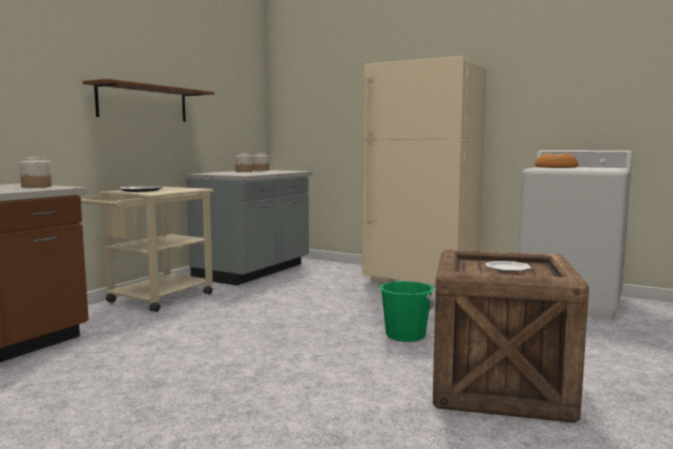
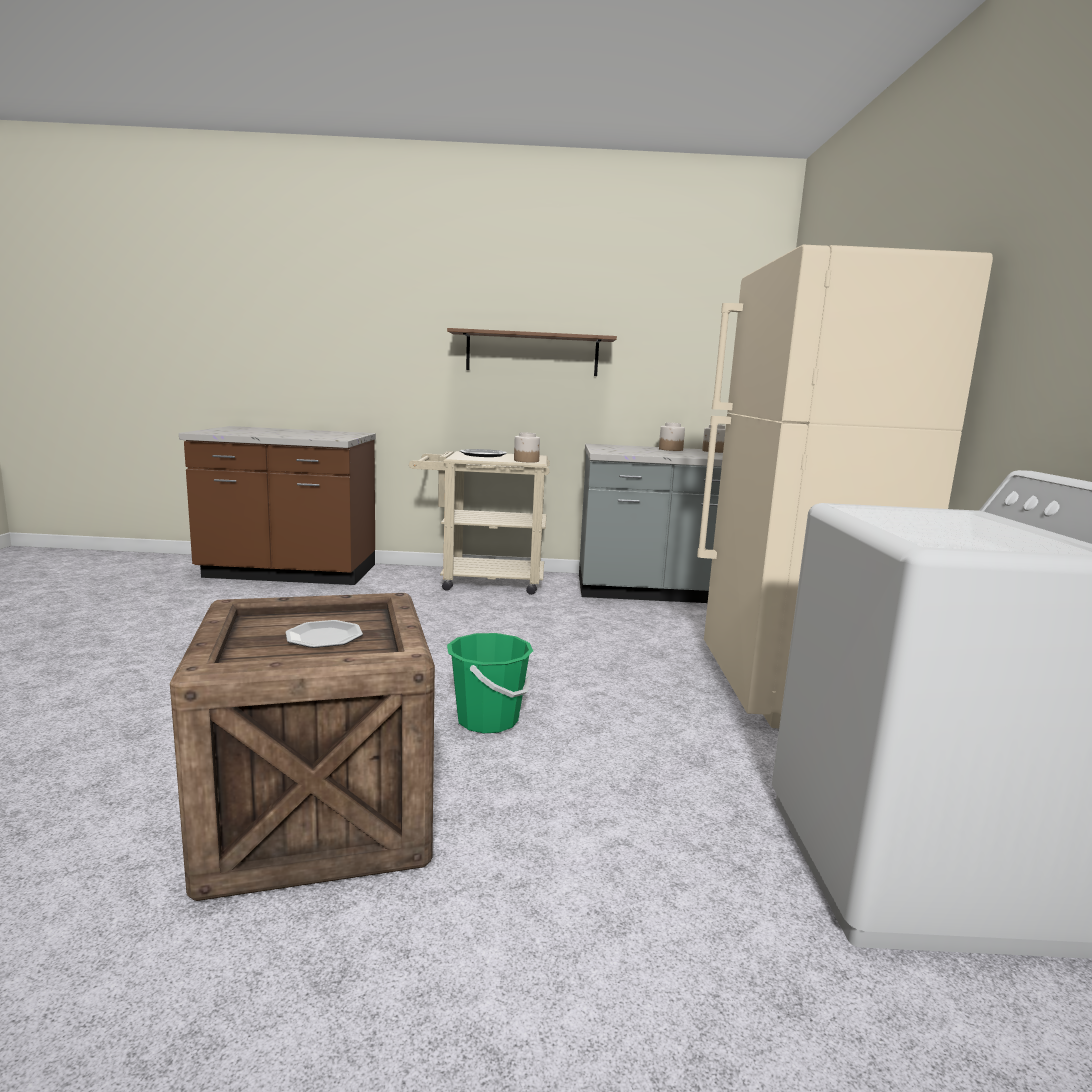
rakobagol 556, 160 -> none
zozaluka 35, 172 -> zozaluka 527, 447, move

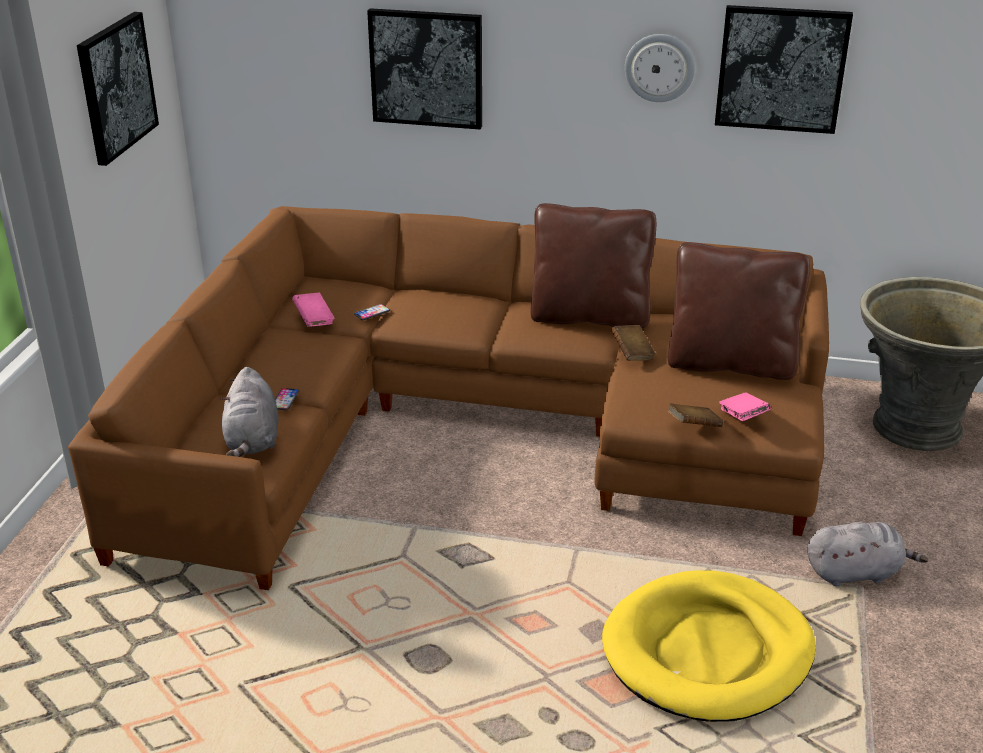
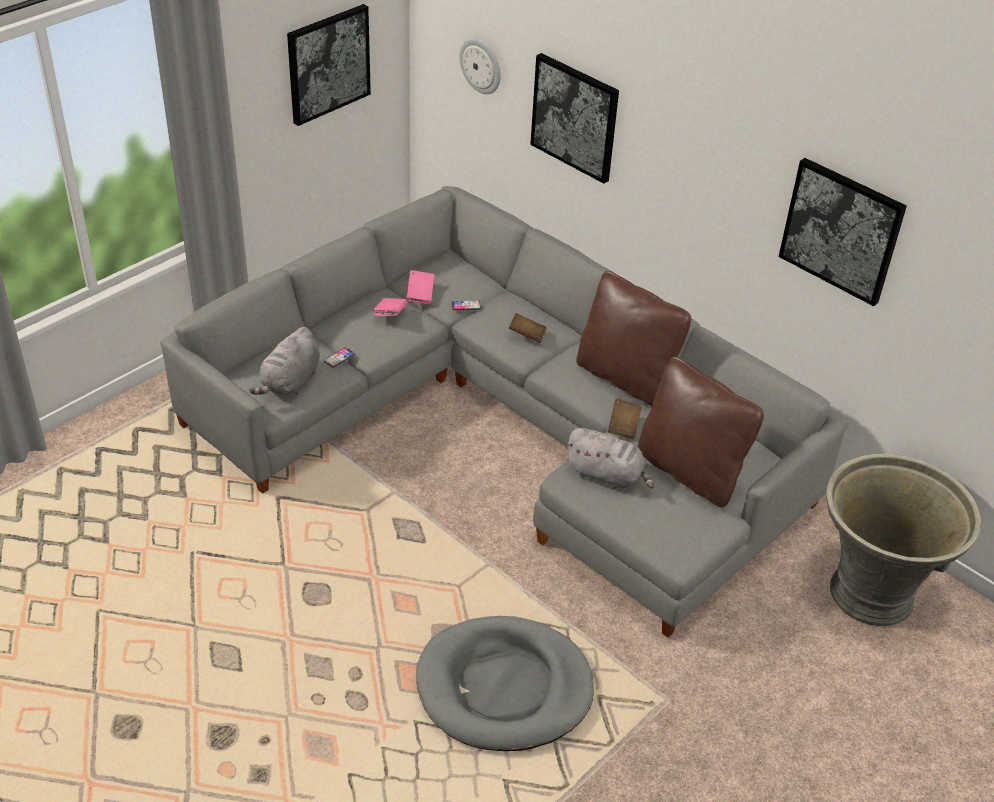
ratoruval 660, 68 -> ratoruval 480, 66, move
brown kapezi 448, 398 -> grey kapezi 504, 412
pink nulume 745, 406 -> pink nulume 390, 307, move
brown nulume 696, 415 -> brown nulume 528, 328, move
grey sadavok 867, 554 -> grey sadavok 610, 458, move
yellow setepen 709, 646 -> grey setepen 505, 683

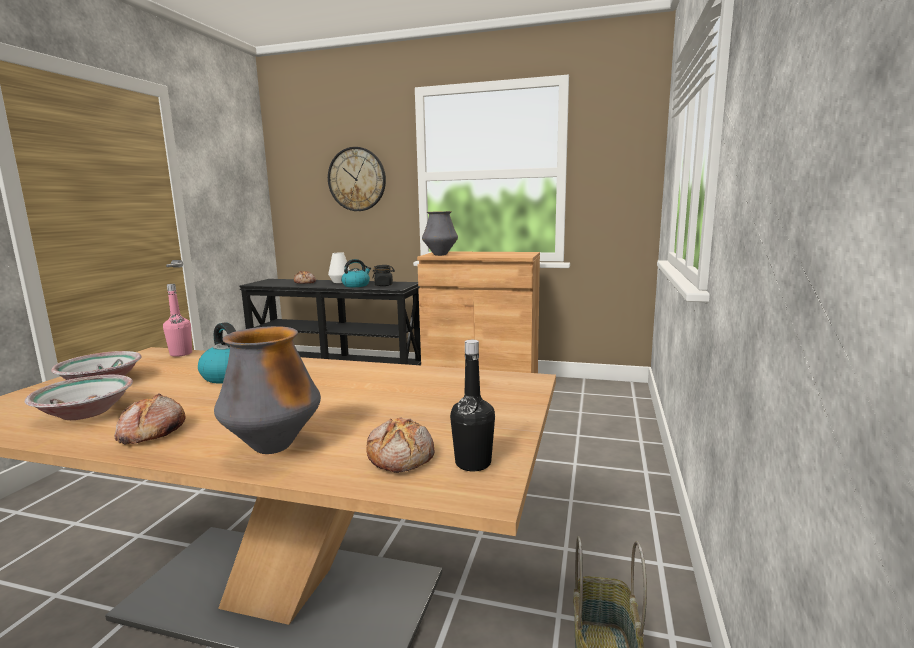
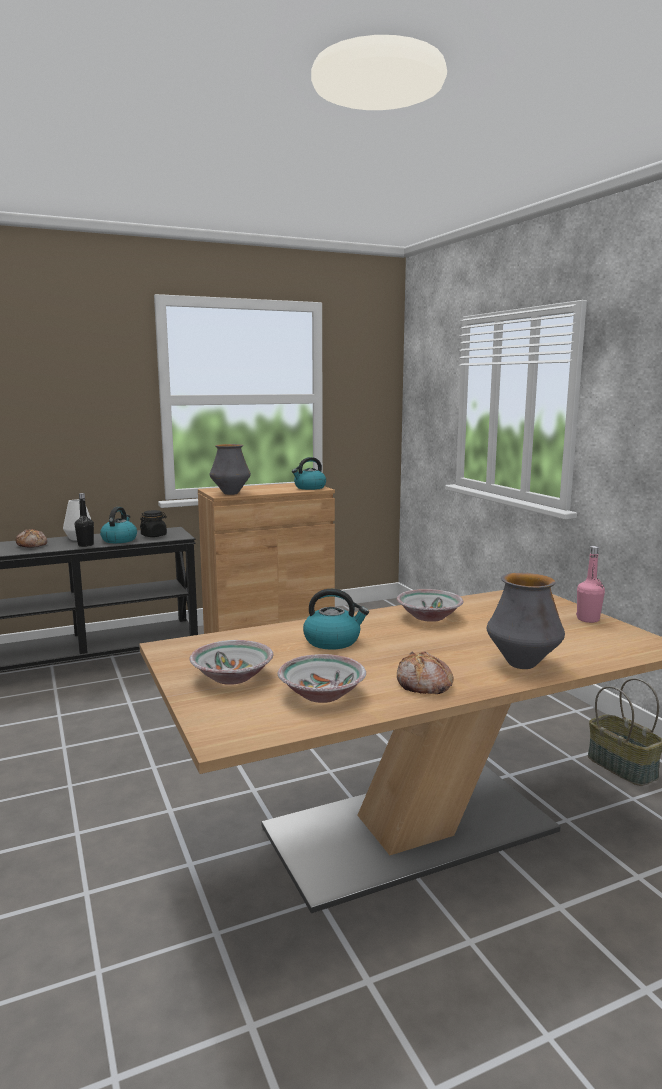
ratoruval 357, 179 -> none
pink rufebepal 177, 320 -> pink rufebepal 590, 584, move
black rufebepal 472, 405 -> black rufebepal 84, 520, move
rakobagol 400, 445 -> none
none -> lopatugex 309, 473
none -> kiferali 430, 605

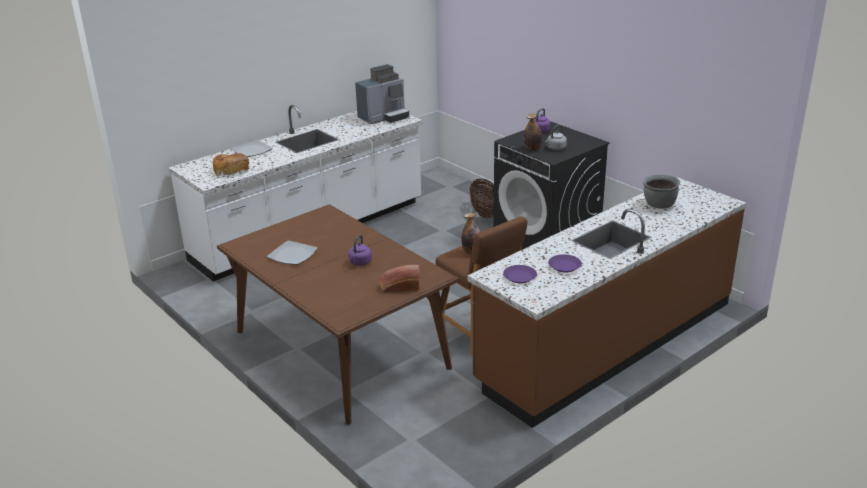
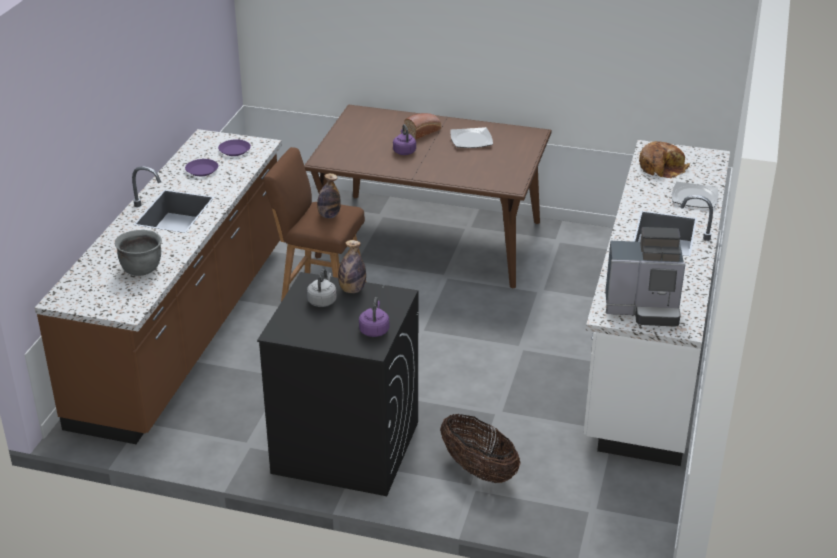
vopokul 382, 94 -> vopokul 645, 277, 105 degrees counterclockwise
rakobagol 400, 279 -> rakobagol 422, 126, move

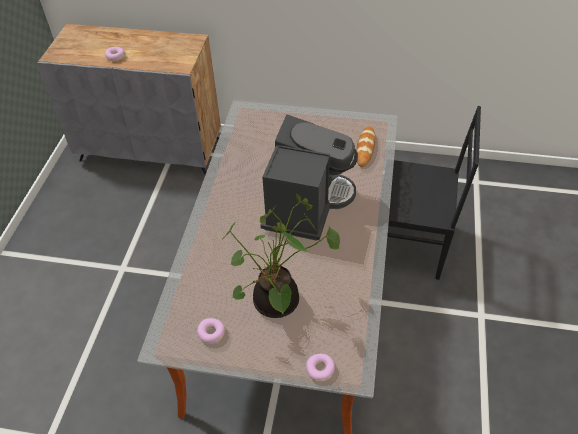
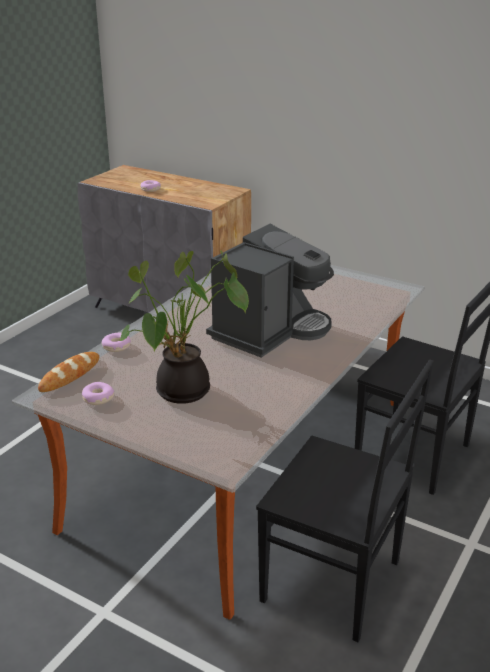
rakobagol 365, 146 -> rakobagol 68, 372, move
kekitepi 320, 367 -> kekitepi 116, 342, move
none -> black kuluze 345, 501

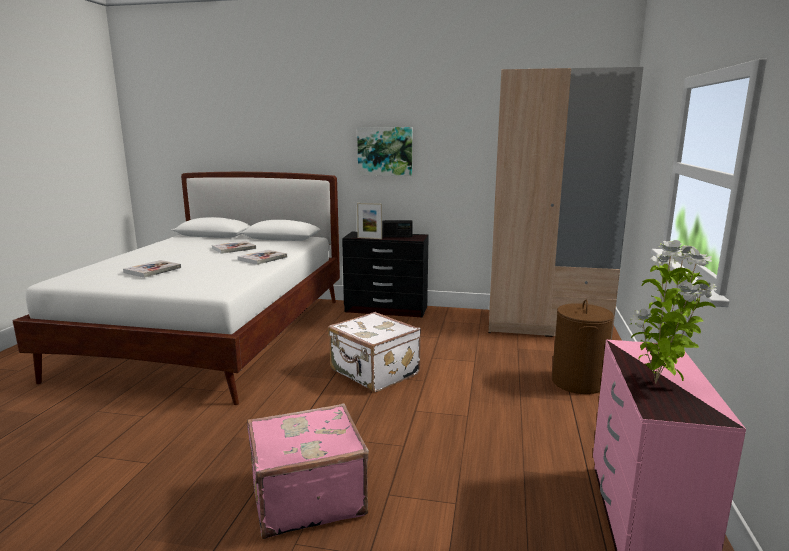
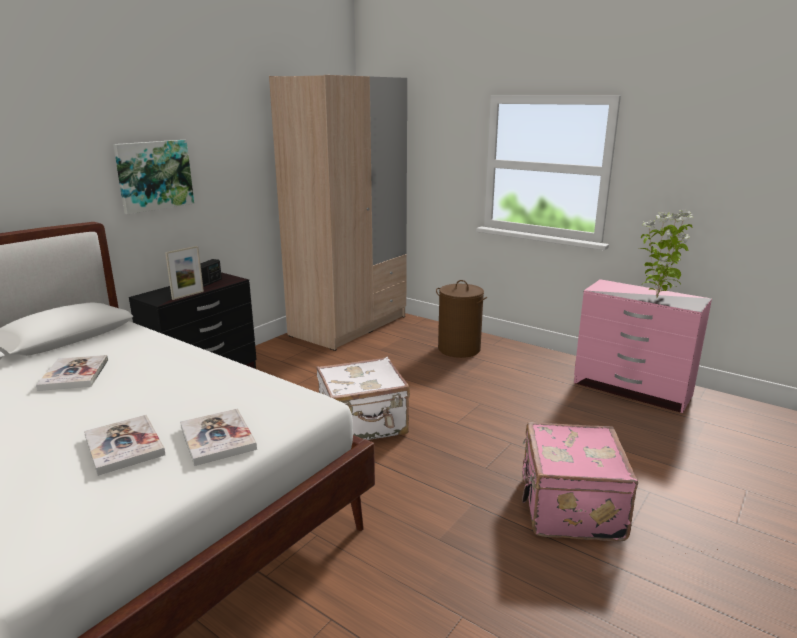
nulume 262, 257 -> nulume 218, 437, move

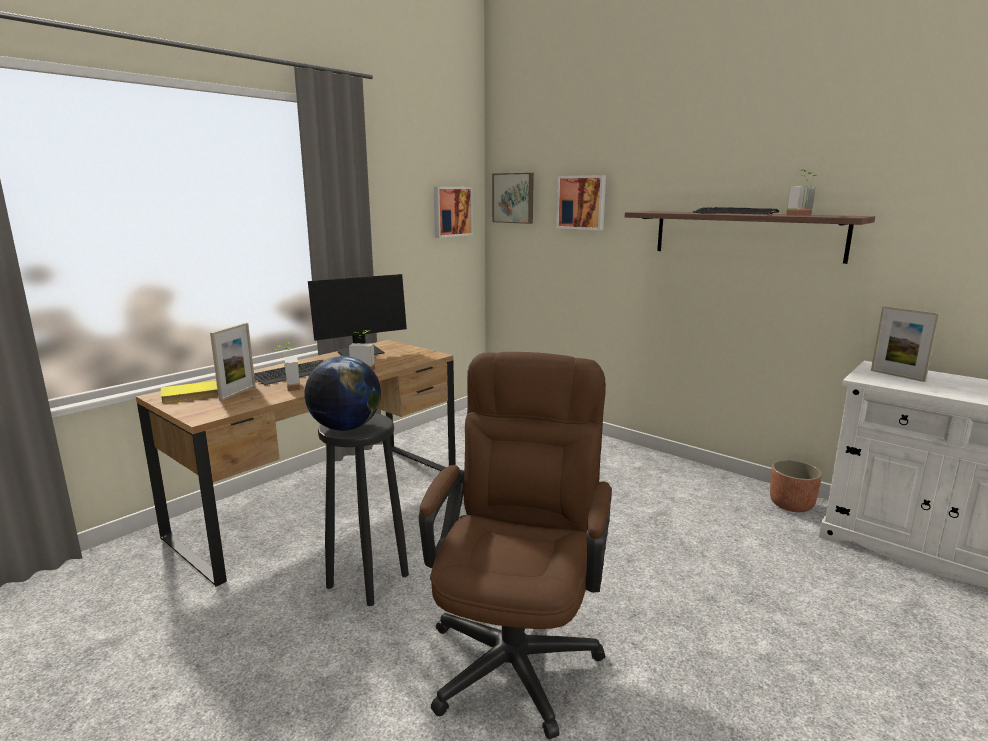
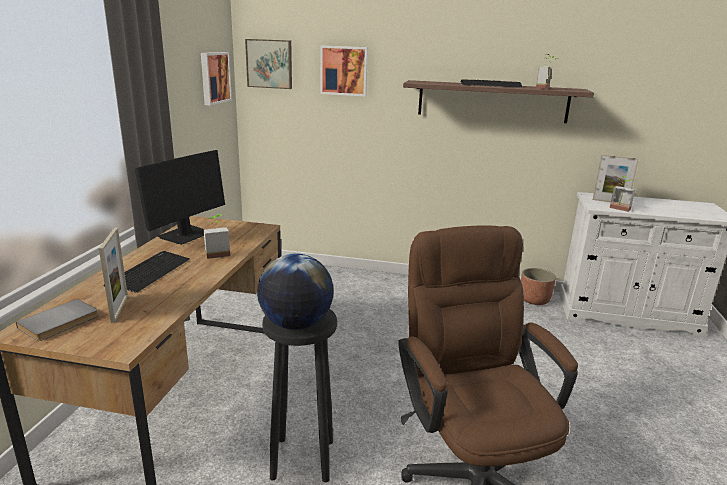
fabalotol 287, 366 -> fabalotol 622, 194, move
yellow nulume 189, 392 -> grey nulume 57, 320

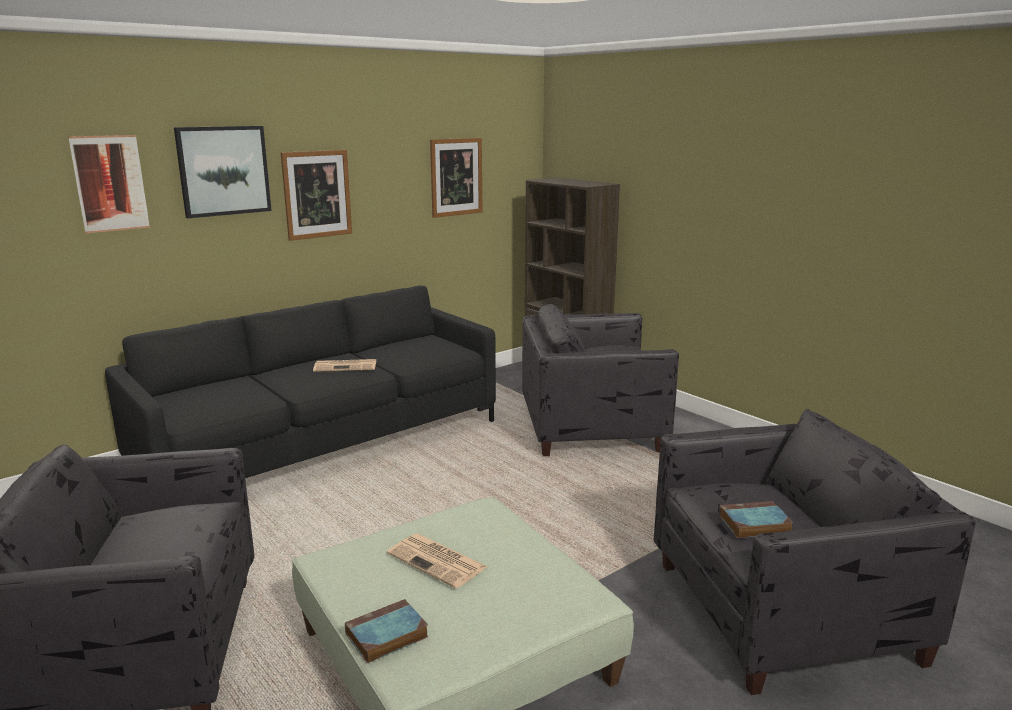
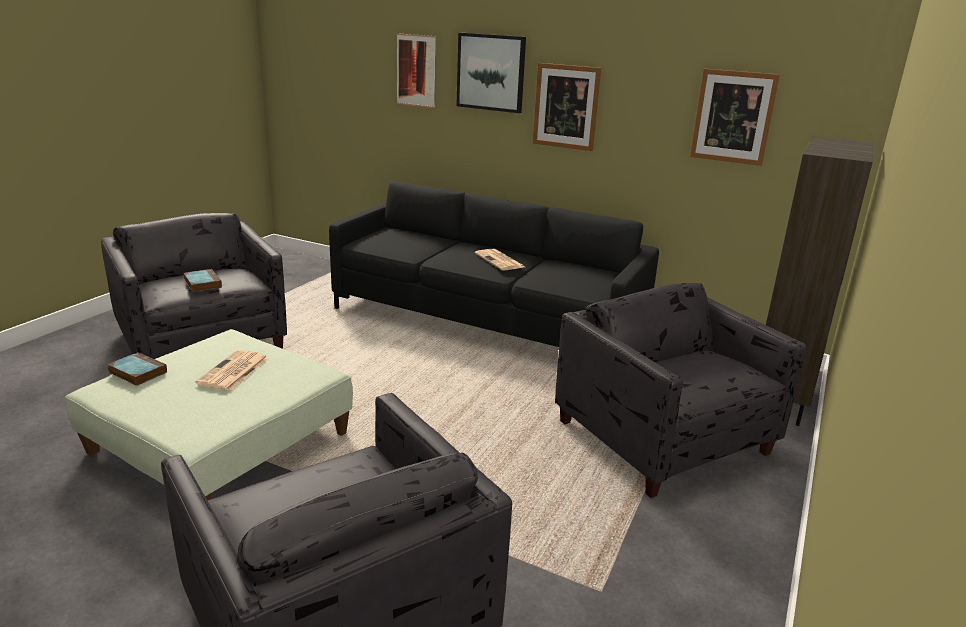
nulume 756, 519 -> nulume 203, 280, move

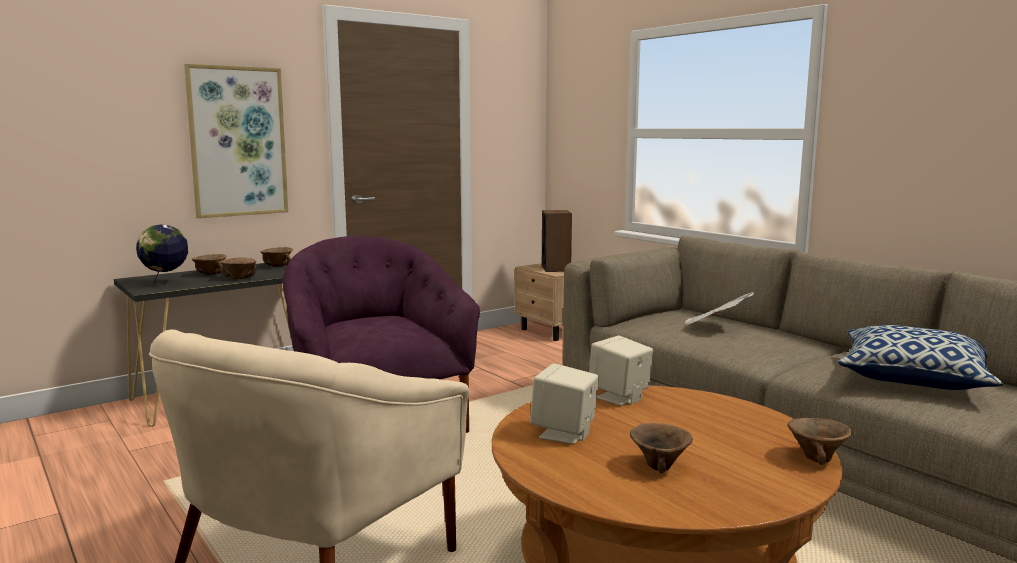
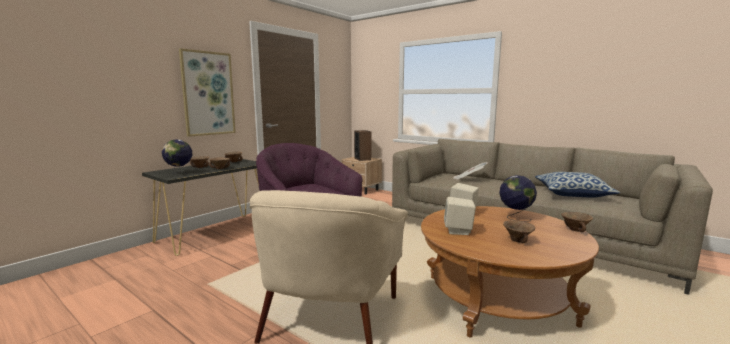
none -> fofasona 518, 198

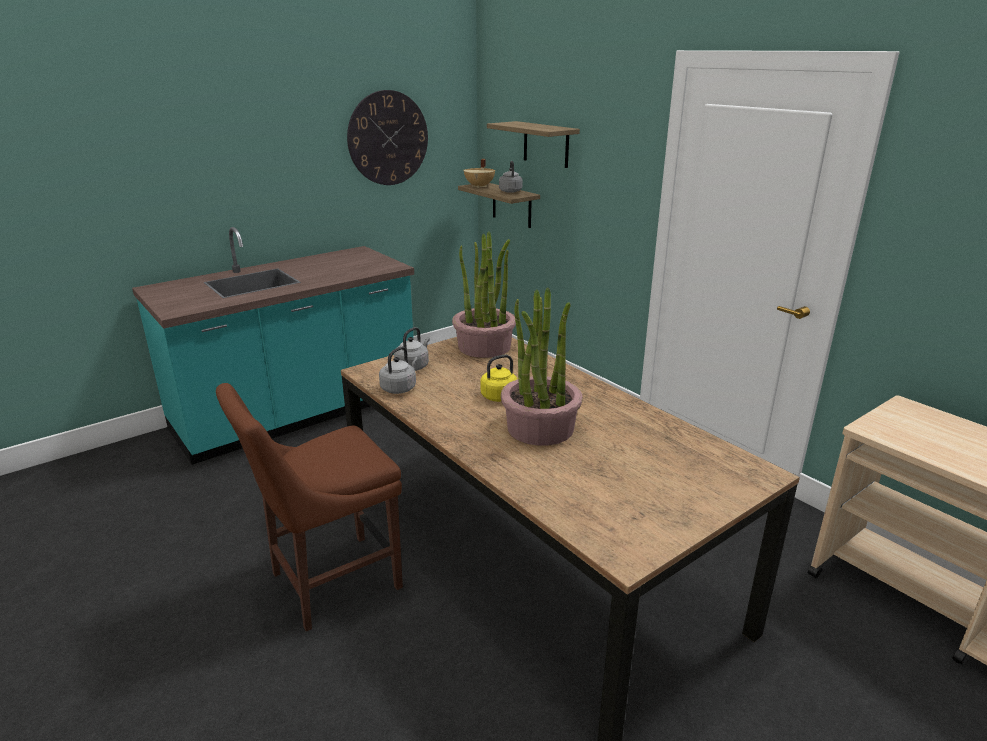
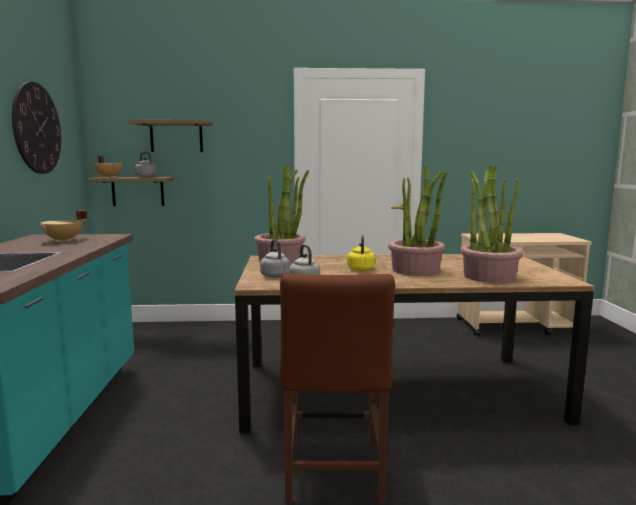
none -> fabalotol 491, 224
none -> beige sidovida 62, 226

